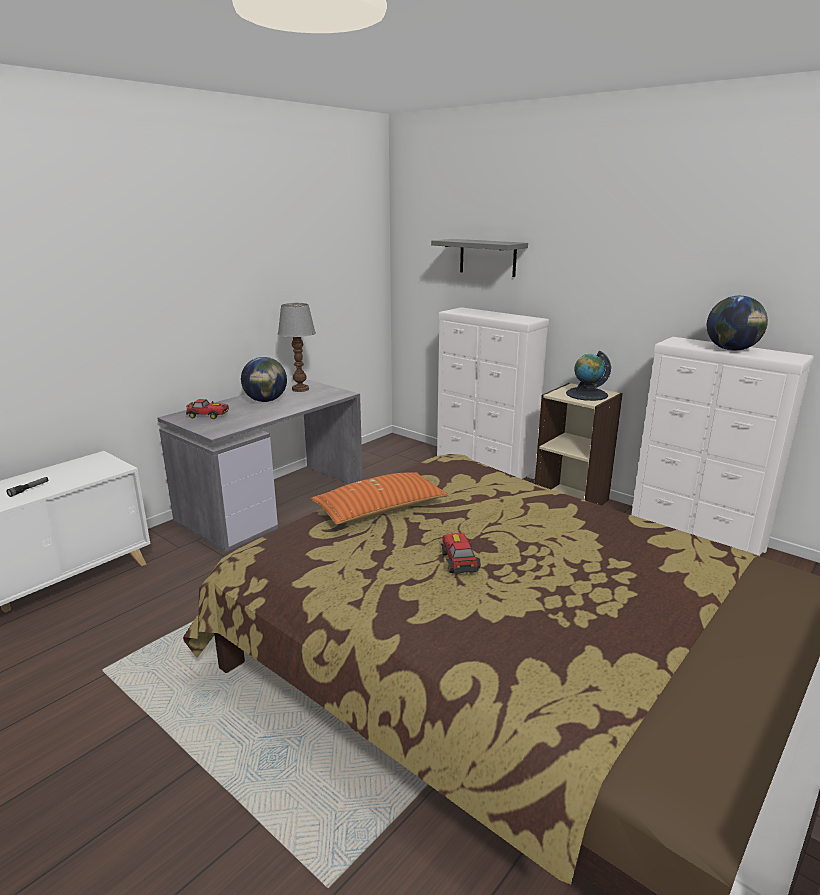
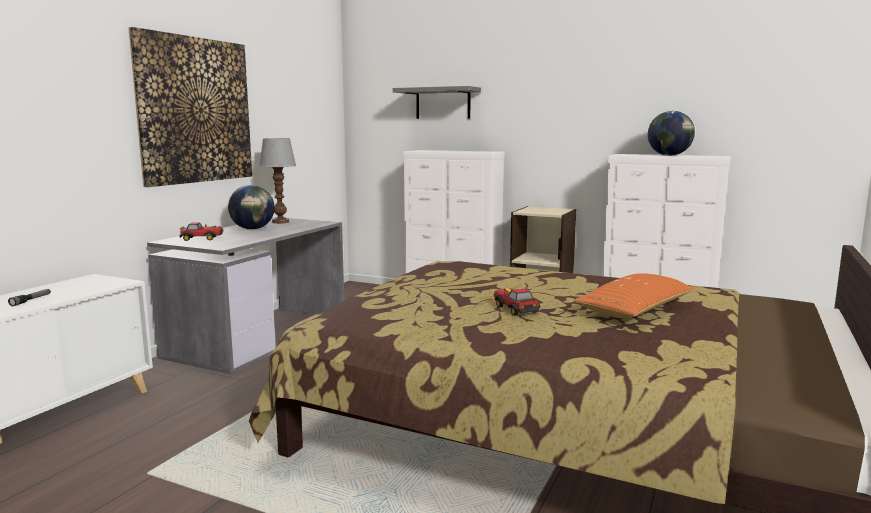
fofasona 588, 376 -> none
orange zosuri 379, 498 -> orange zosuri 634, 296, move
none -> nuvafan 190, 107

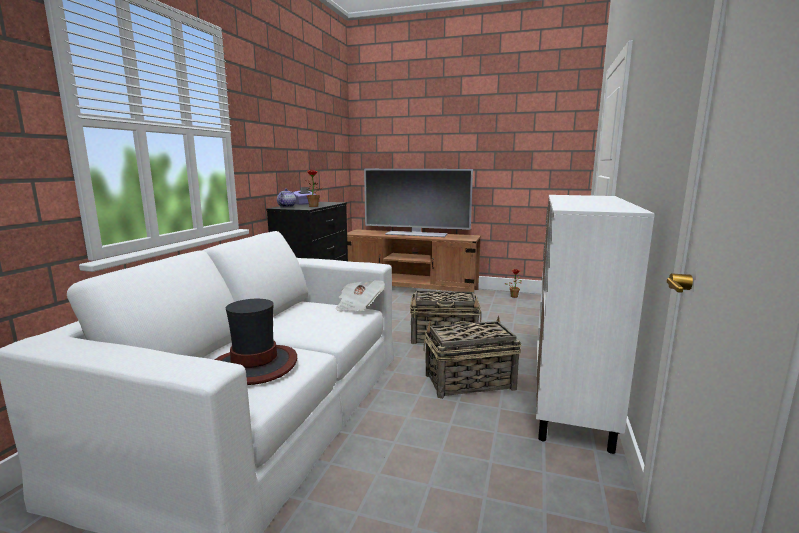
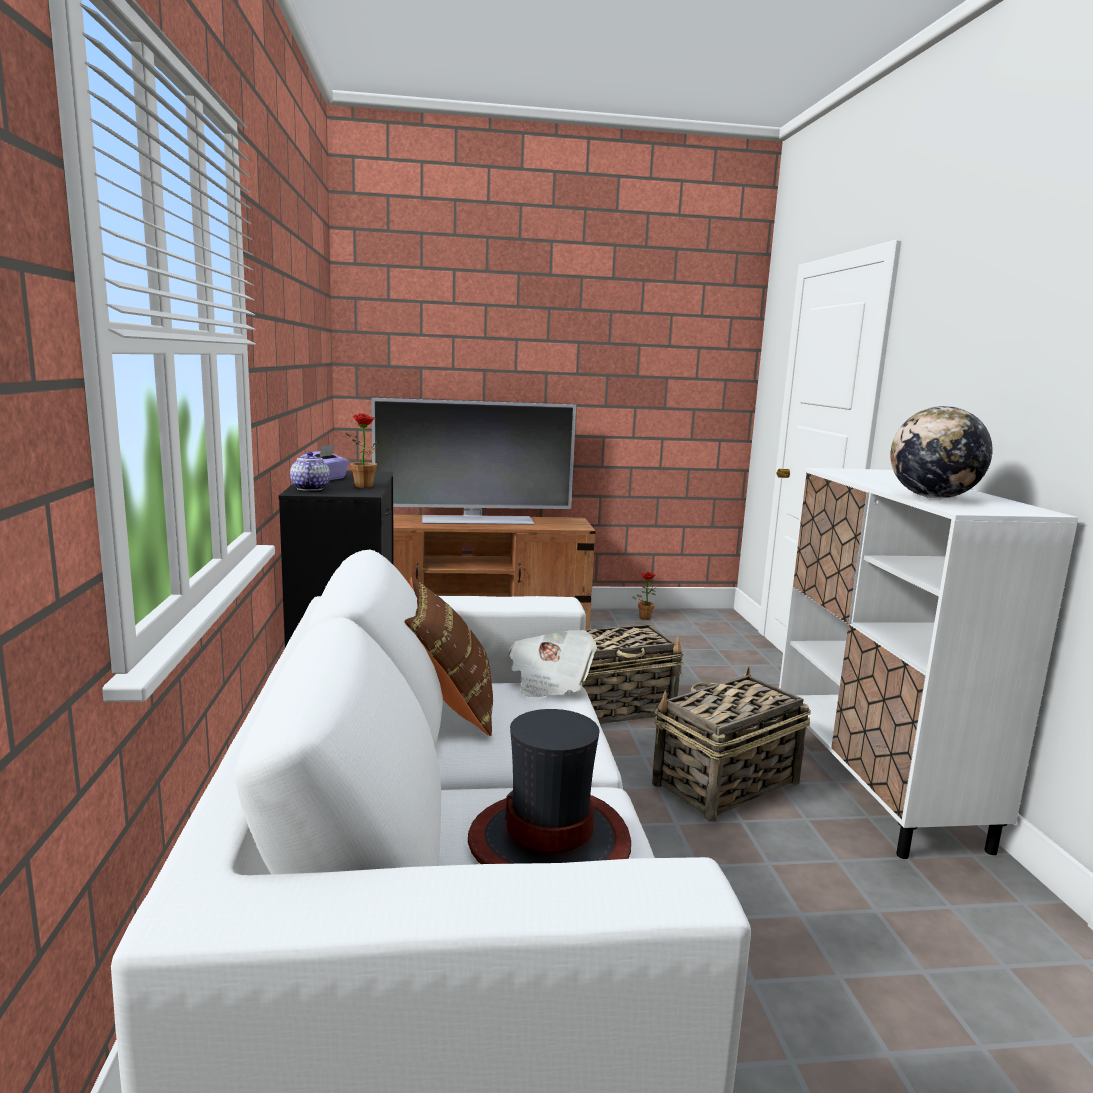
none -> fofasona 942, 452
none -> brown zosuri 448, 656

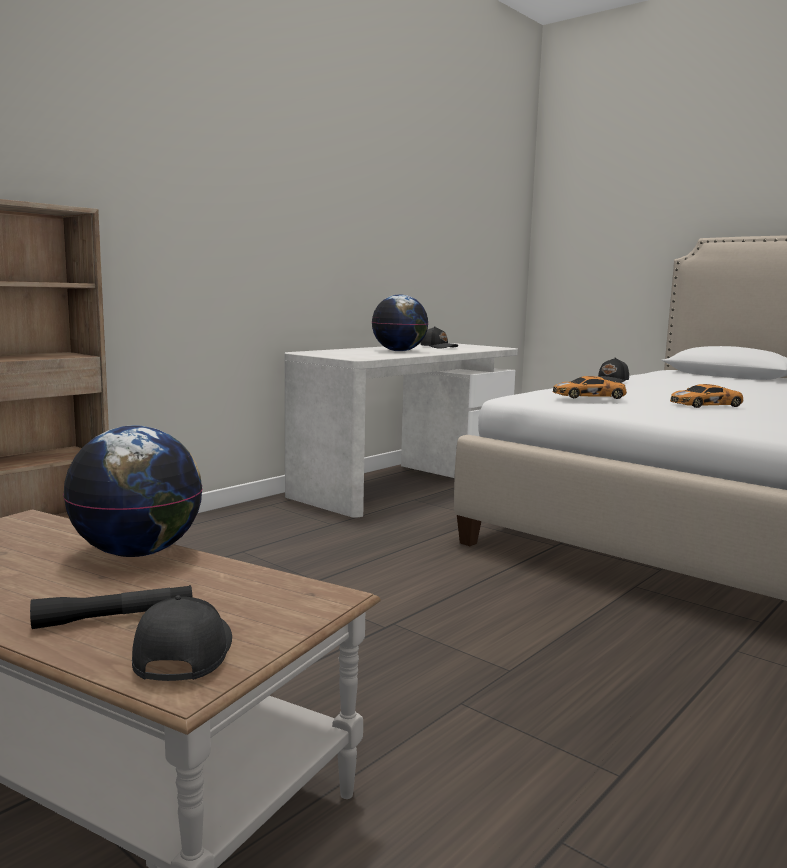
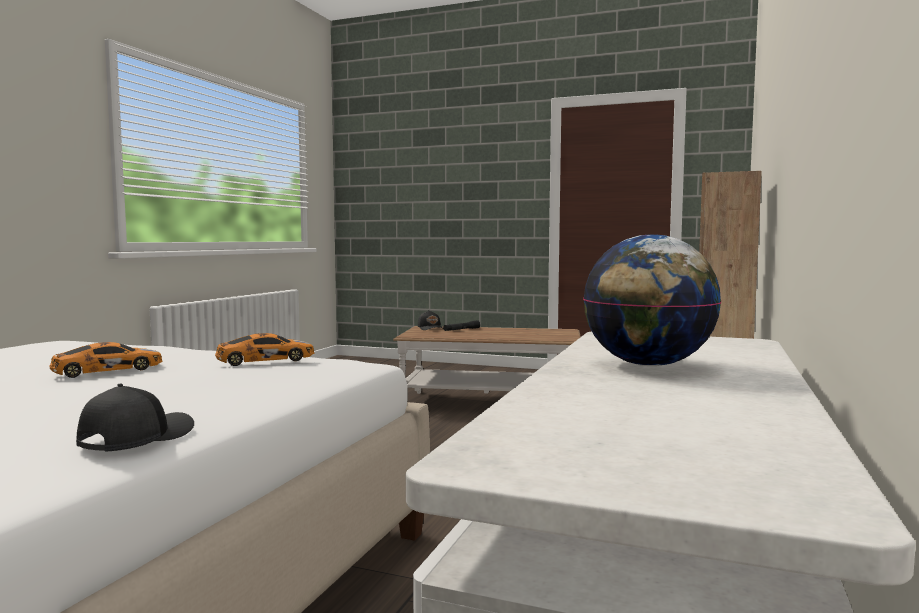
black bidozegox 439, 337 -> none
fofasona 133, 491 -> none

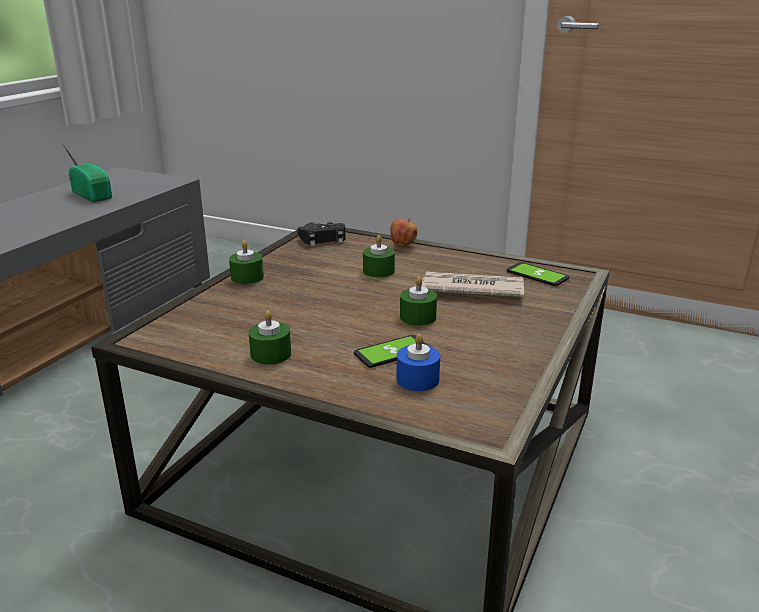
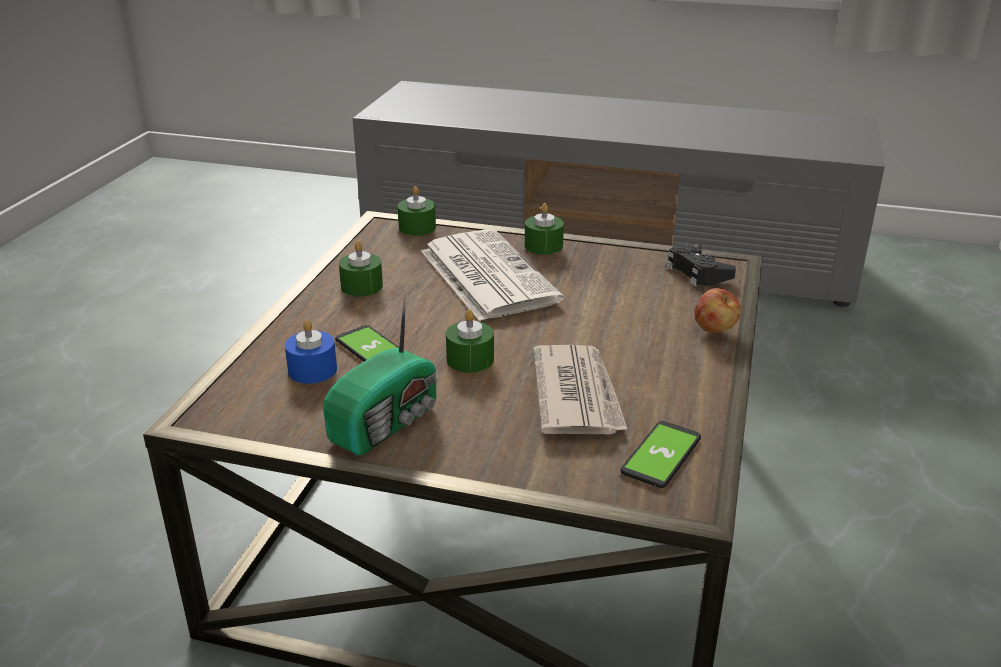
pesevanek 86, 171 -> pesevanek 380, 371, move
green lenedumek 379, 256 -> green lenedumek 417, 211, move
none -> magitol 492, 275

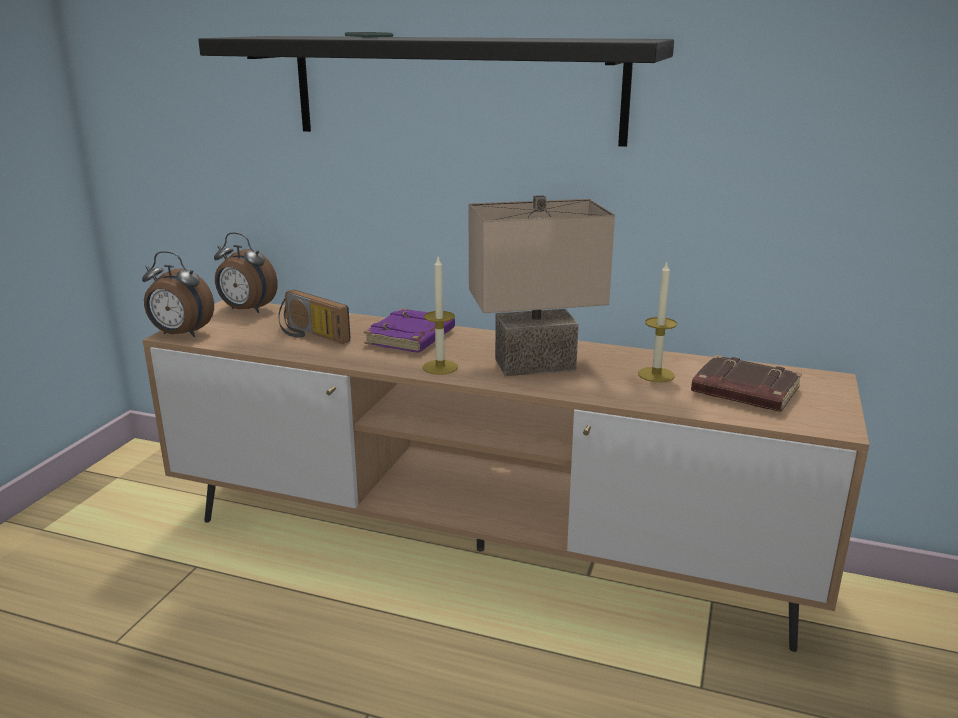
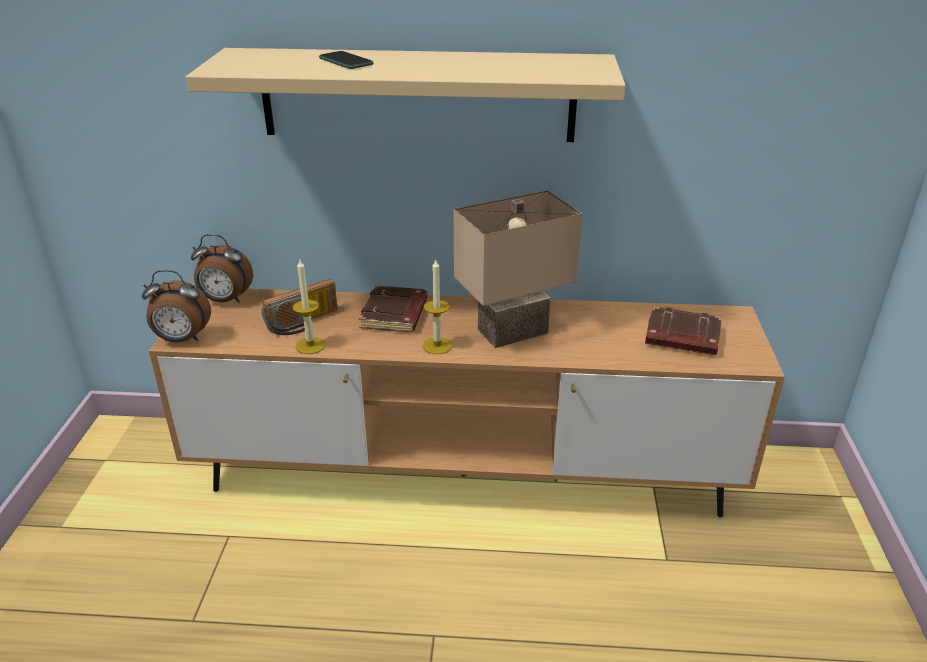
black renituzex 436, 91 -> beige renituzex 406, 95
lenedumek 657, 321 -> lenedumek 309, 307, move
pesevanek 314, 316 -> pesevanek 299, 307, 60 degrees counterclockwise
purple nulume 409, 330 -> brown nulume 393, 308

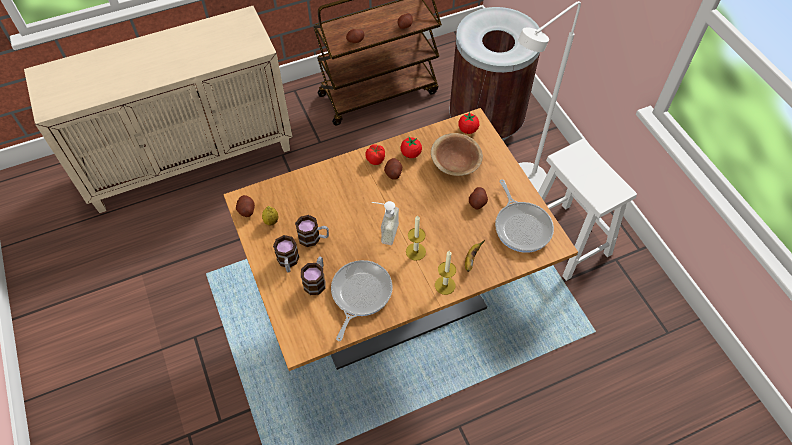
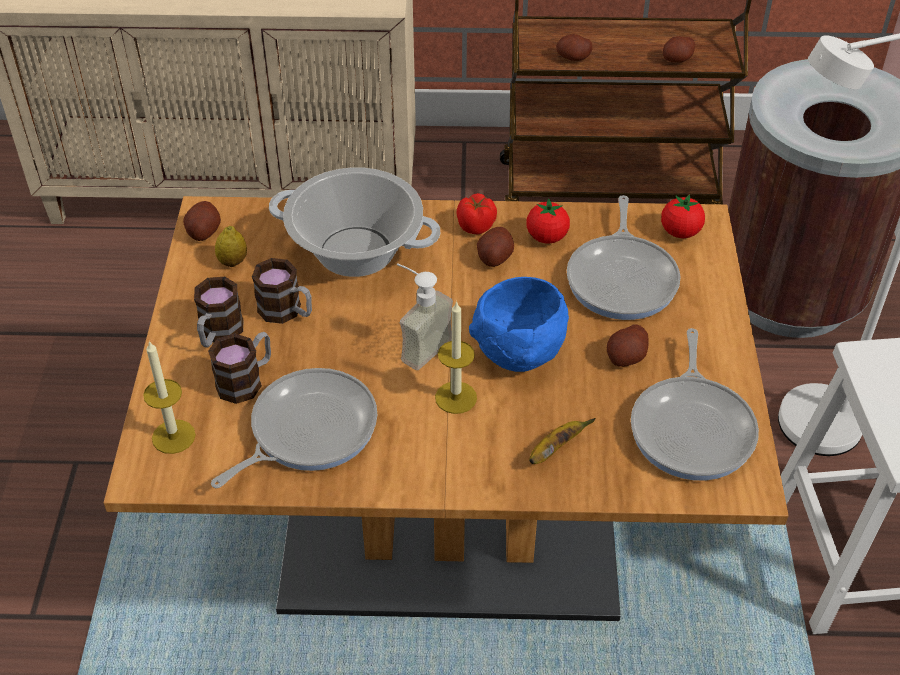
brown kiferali 457, 154 -> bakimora 624, 257
lenedumek 445, 272 -> lenedumek 169, 397, move
none -> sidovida 354, 222
none -> blue kiferali 519, 324

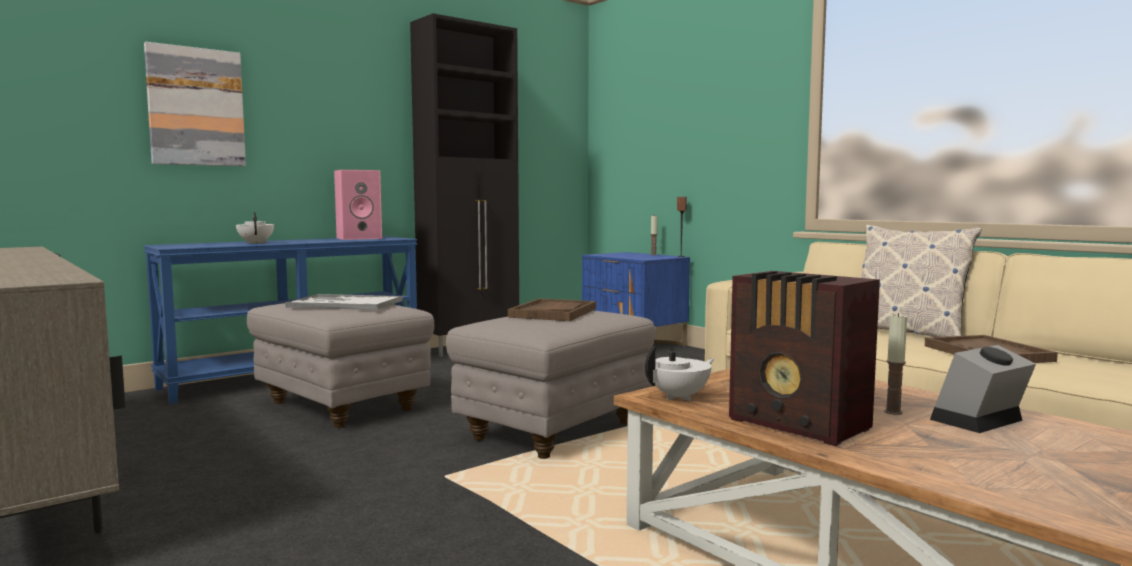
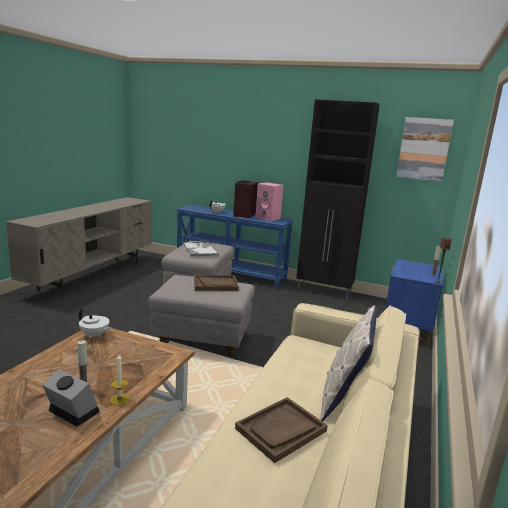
nuvafan 195, 104 -> nuvafan 425, 149, move
pesevanek 804, 358 -> pesevanek 246, 199, move
none -> lenedumek 120, 380

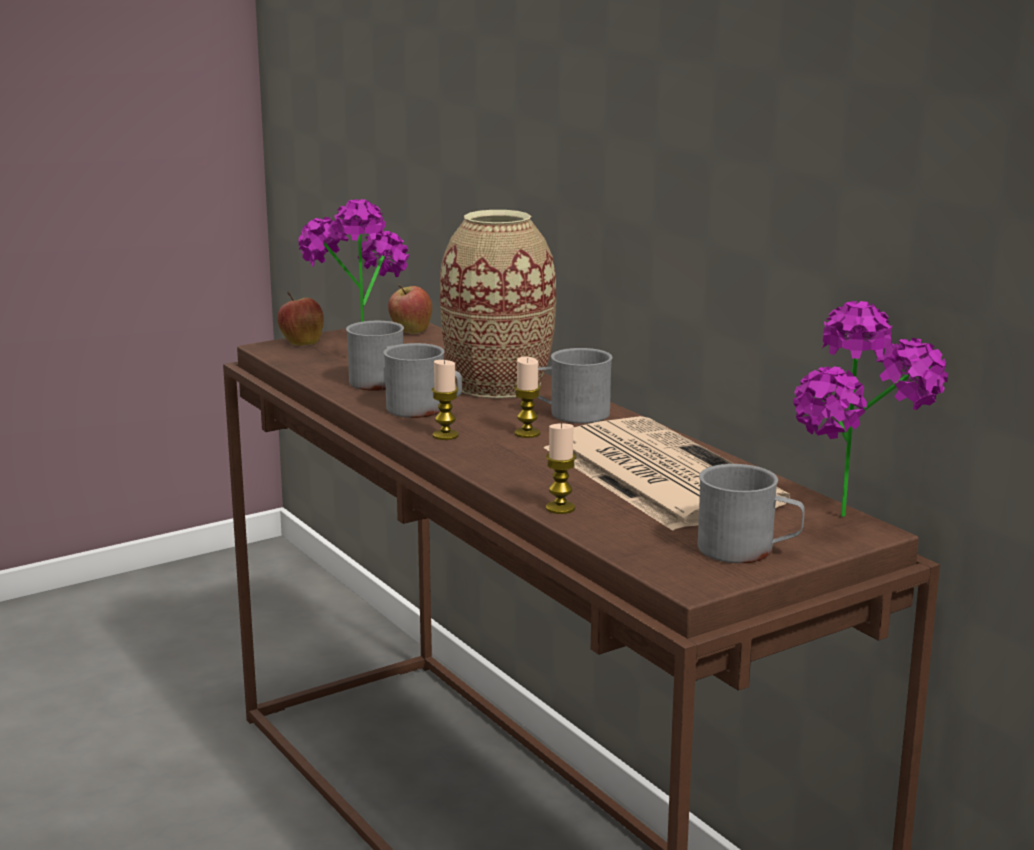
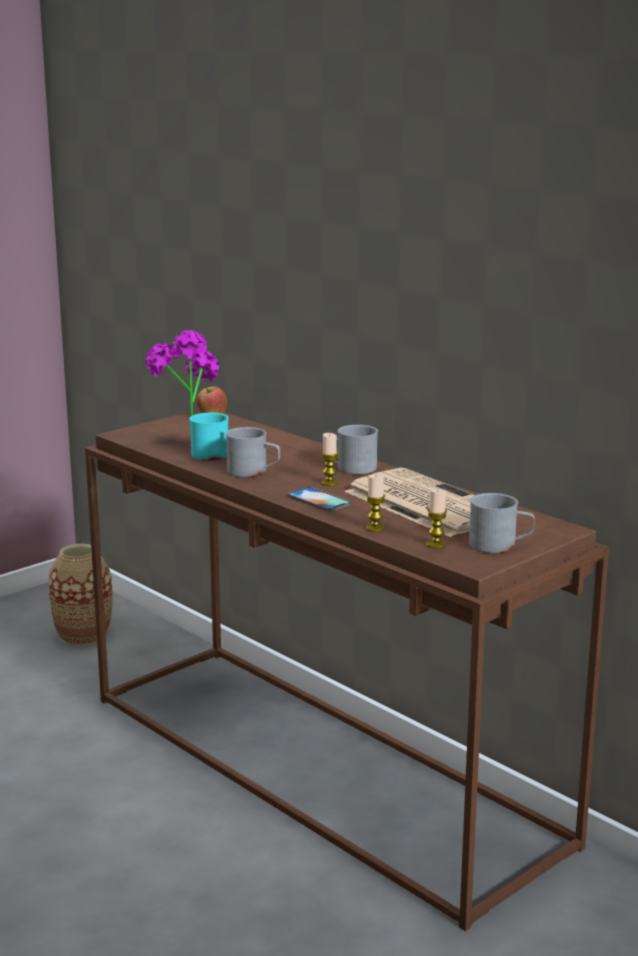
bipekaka 498, 304 -> bipekaka 80, 595, move
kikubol 300, 318 -> none
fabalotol 870, 409 -> none
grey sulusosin 375, 356 -> turquoise sulusosin 209, 437
lenedumek 445, 400 -> lenedumek 436, 518, move
none -> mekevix 319, 499

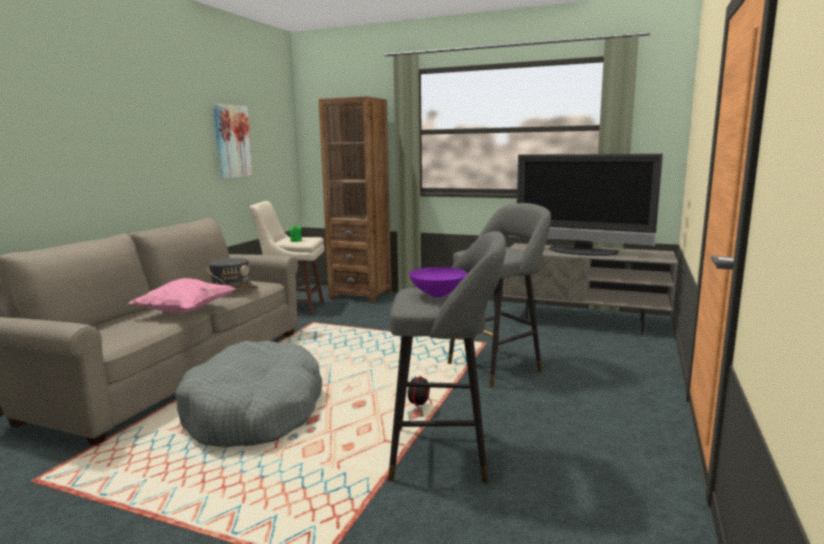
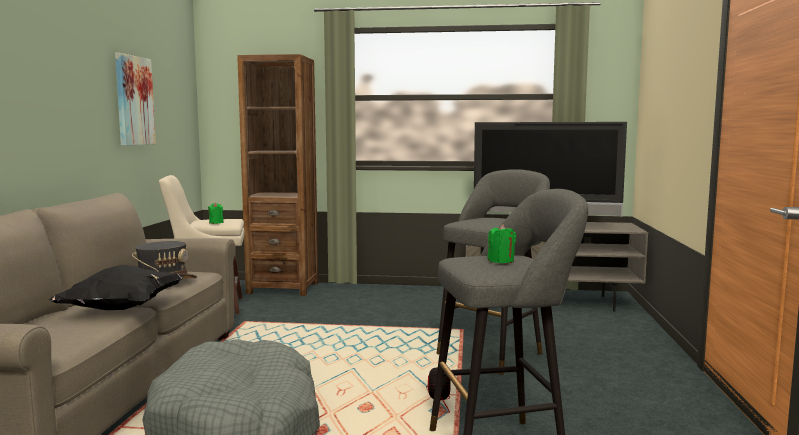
purple kiferali 438, 282 -> green lenedumek 502, 243
pink zosuri 181, 295 -> black zosuri 116, 287

